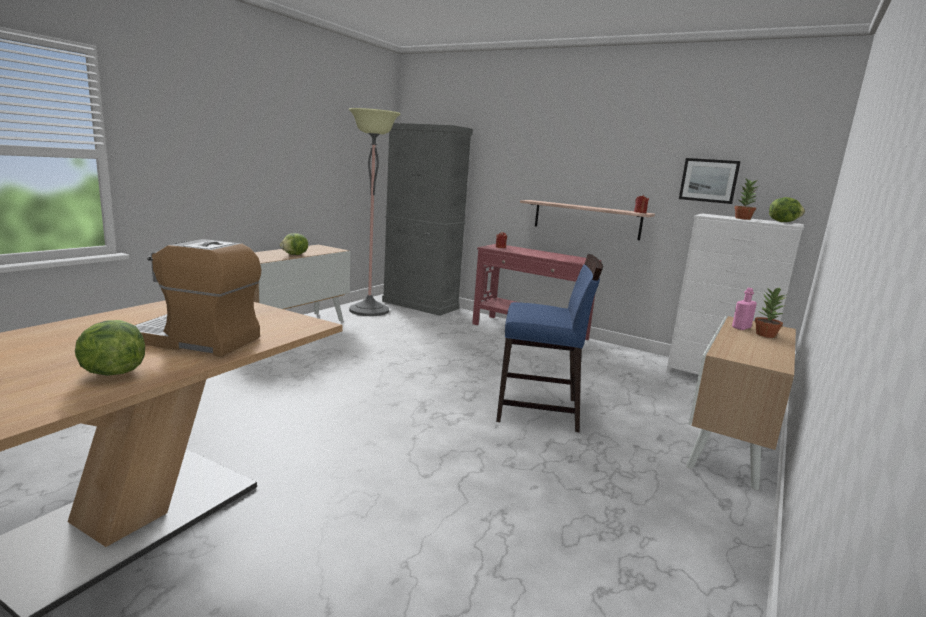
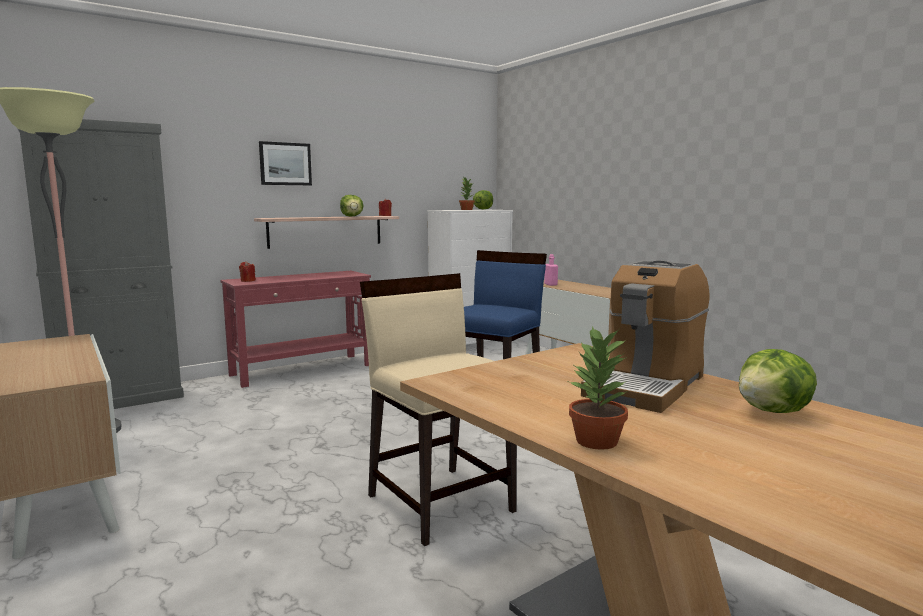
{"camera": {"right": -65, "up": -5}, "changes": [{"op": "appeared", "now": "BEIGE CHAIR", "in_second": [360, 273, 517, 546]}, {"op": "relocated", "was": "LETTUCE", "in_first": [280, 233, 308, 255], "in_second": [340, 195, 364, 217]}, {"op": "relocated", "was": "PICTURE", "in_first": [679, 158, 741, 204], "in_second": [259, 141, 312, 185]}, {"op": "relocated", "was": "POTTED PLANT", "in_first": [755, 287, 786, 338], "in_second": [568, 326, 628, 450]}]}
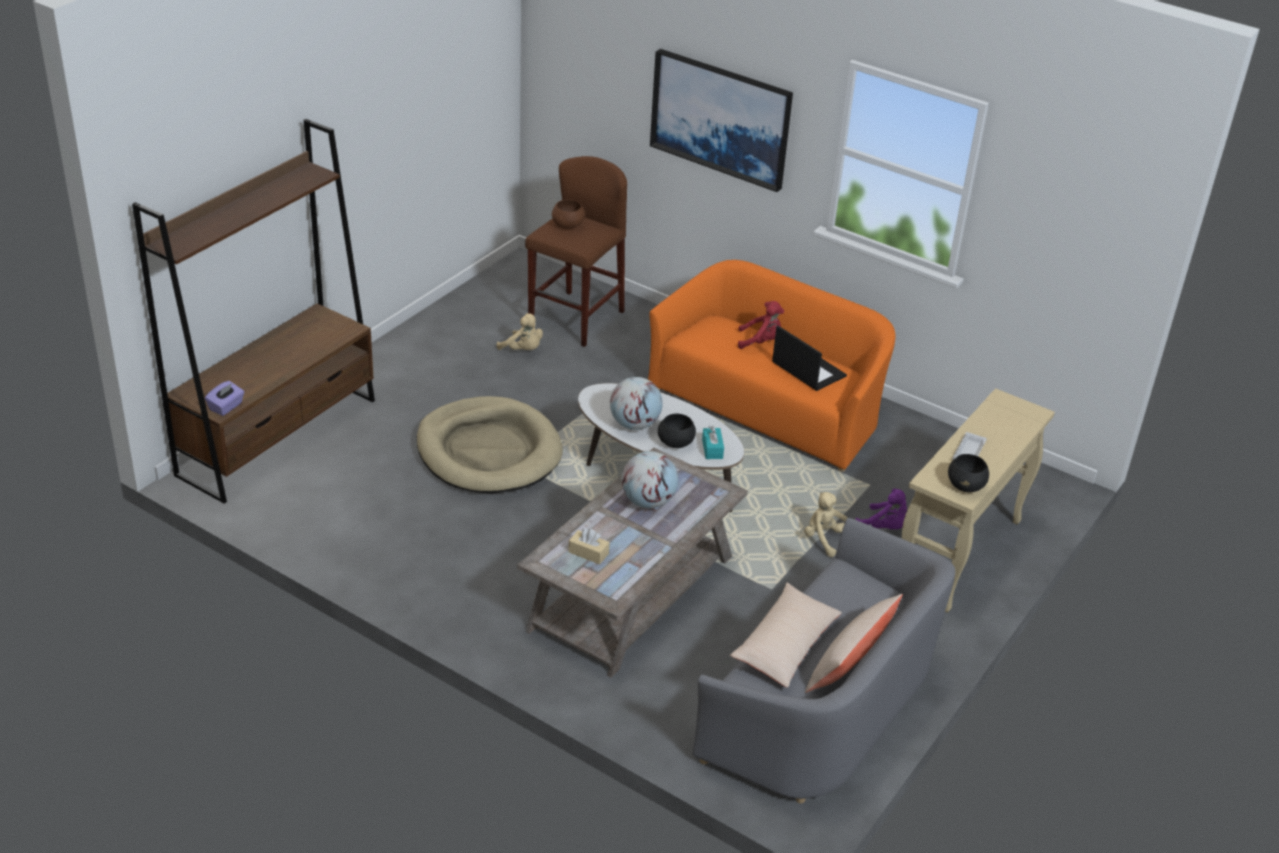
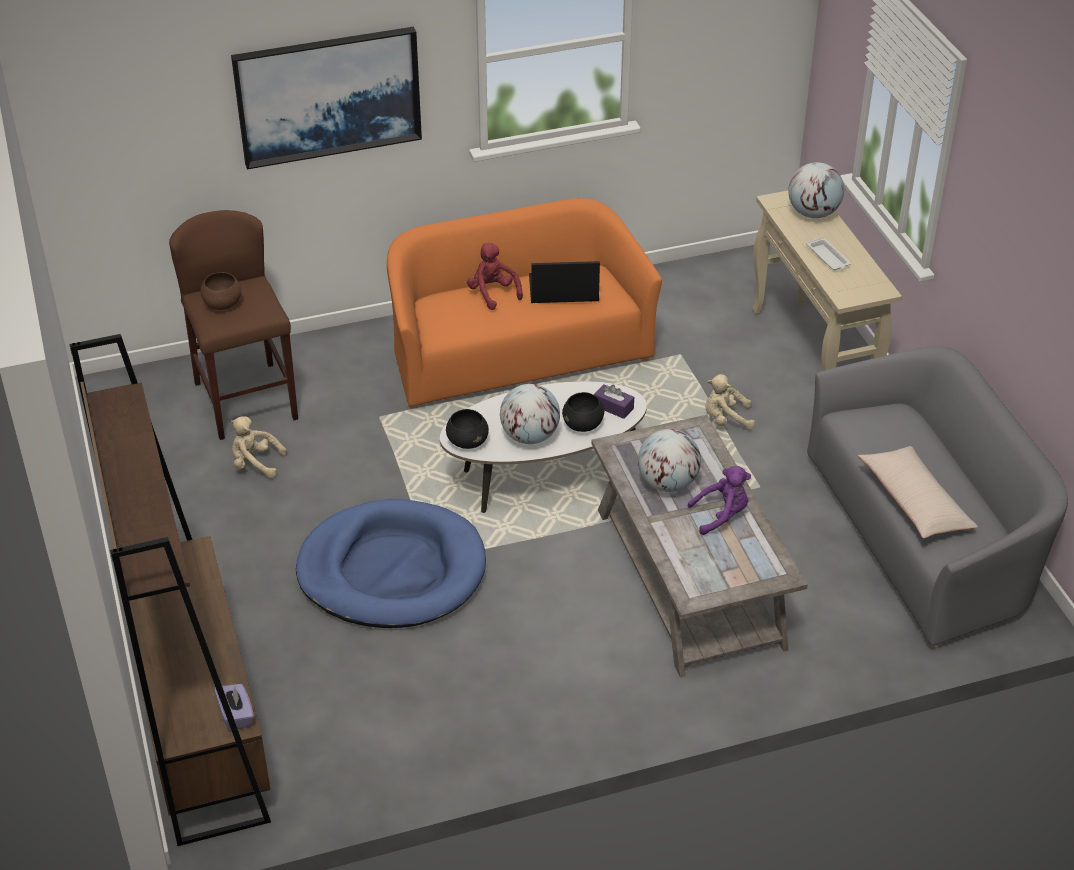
{"camera": {"right": -50, "up": 5}, "changes": [{"op": "missing", "was": "BEIGE TISSUE BOX", "in_first": [568, 528, 610, 564]}, {"op": "missing", "was": "BEIGE PILLOW", "in_first": [805, 594, 903, 693]}, {"op": "appeared", "now": "GLOBE", "in_second": [788, 162, 844, 218]}, {"op": "relocated", "was": "PURPLE PLUSH TOY", "in_first": [855, 488, 907, 529], "in_second": [688, 466, 751, 535]}, {"op": "relocated", "was": "BLACK BOWL", "in_first": [948, 454, 989, 492], "in_second": [446, 409, 489, 449]}, {"op": "colour", "was": "BEIGE DOG BED", "now": "BLUE DOG BED", "in_first": [417, 396, 563, 494], "in_second": [296, 499, 486, 628]}, {"op": "colour", "was": "TURQUOISE TISSUE BOX", "now": "PURPLE TISSUE BOX", "in_first": [702, 426, 724, 459], "in_second": [594, 384, 634, 419]}, {"op": "spun", "was": "BEIGE PLUSH TOY", "in_first": [497, 313, 543, 350], "in_second": [231, 416, 287, 478], "clockwise": -150}, {"op": "spun", "was": "RED PLUSH TOY", "in_first": [738, 301, 784, 349], "in_second": [467, 243, 523, 310], "clockwise": -75}]}
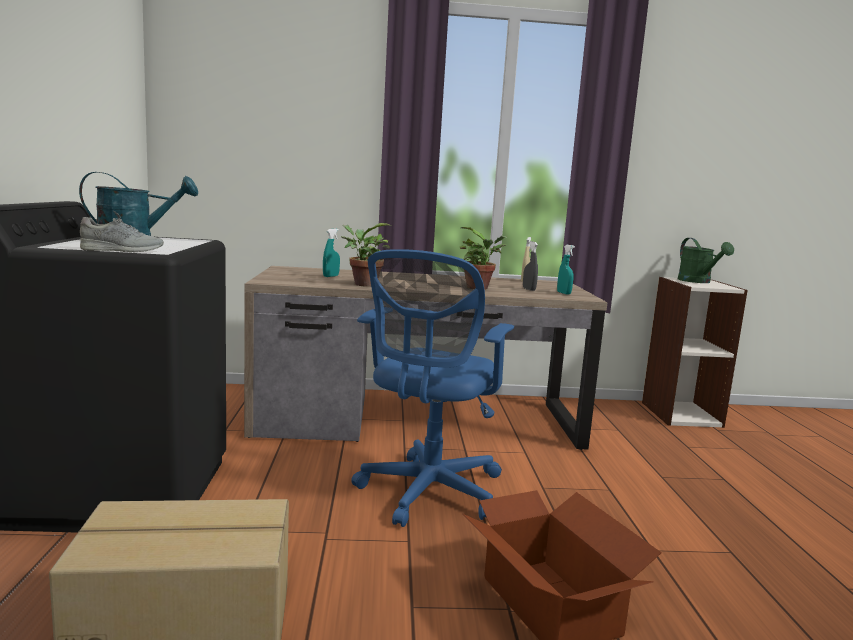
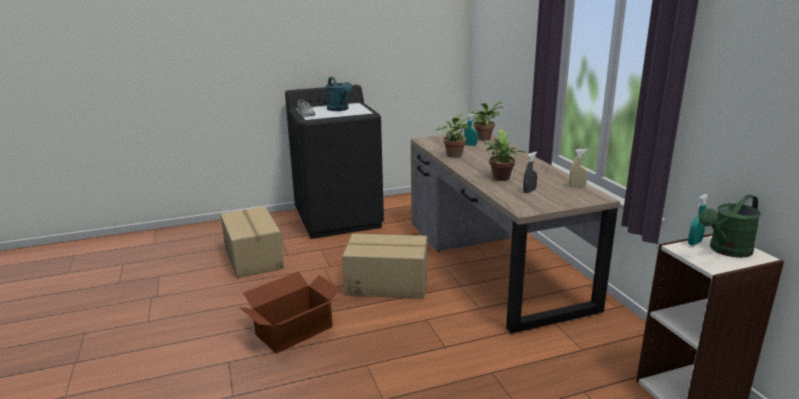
{"camera": {"right": 75, "up": 10}, "changes": [{"op": "appeared", "now": "POTTED PLANT", "in_second": [471, 101, 503, 140]}, {"op": "relocated", "was": "TURQUOISE SPRAY BOTTLE", "in_first": [557, 245, 575, 294], "in_second": [688, 194, 708, 246]}, {"op": "exchanged", "was": "BLUE OFFICE CHAIR", "now": "CARDBOARD BOX", "in_first": [351, 249, 514, 527], "in_second": [342, 234, 427, 299]}]}
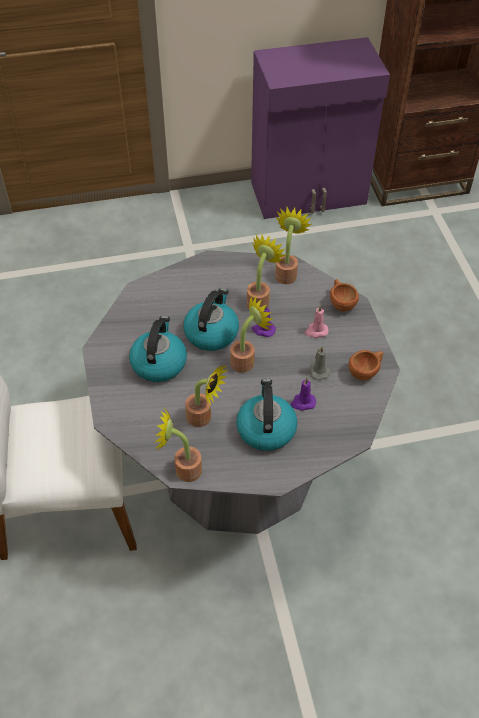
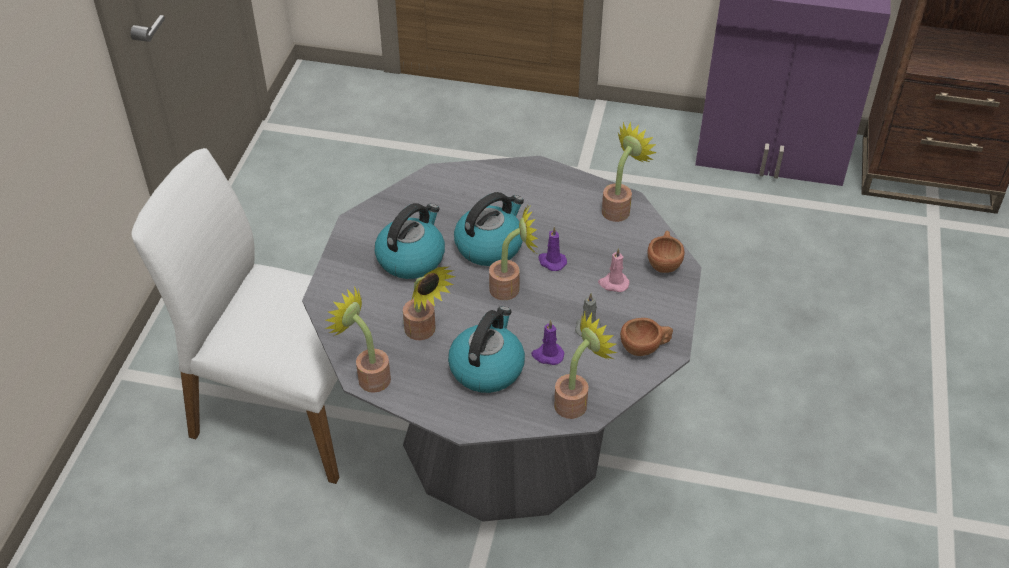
{"camera": {"right": 25, "up": -5}, "changes": [{"op": "relocated", "was": "POTTED PLANT", "in_first": [247, 234, 286, 308], "in_second": [554, 312, 617, 419]}]}
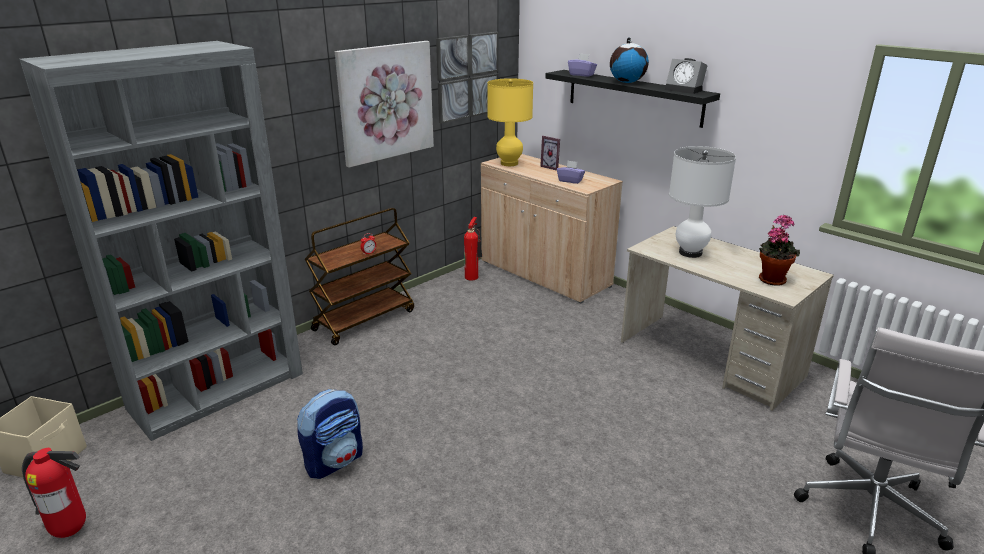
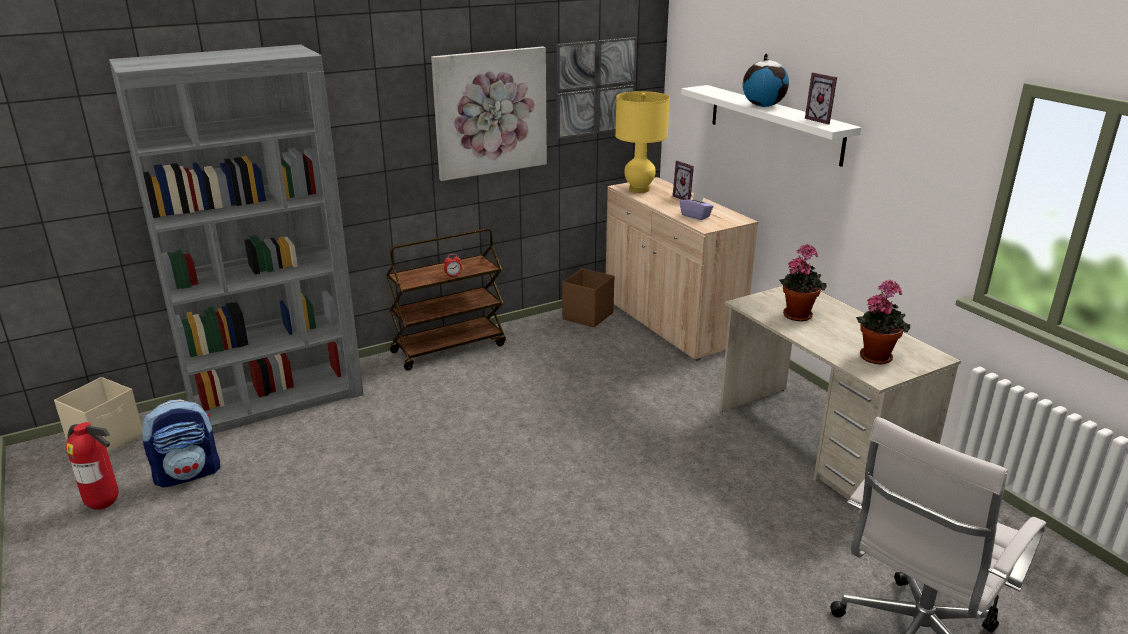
{"camera": {"right": 15, "up": 0}, "changes": [{"op": "missing", "was": "PURPLE TISSUE BOX", "in_first": [568, 53, 597, 77]}, {"op": "relocated", "was": "BACKPACK", "in_first": [297, 389, 363, 479], "in_second": [142, 399, 220, 487]}, {"op": "exchanged", "was": "FIRE EXTINGUISHER", "now": "BROWN STORAGE BOX", "in_first": [464, 217, 482, 280], "in_second": [562, 268, 614, 328]}, {"op": "exchanged", "was": "ALARM CLOCK", "now": "PICTURE FRAME", "in_first": [665, 58, 708, 94], "in_second": [805, 72, 837, 125]}, {"op": "exchanged", "was": "WHITE TABLE LAMP", "now": "POTTED PLANT", "in_first": [669, 146, 736, 258], "in_second": [780, 243, 827, 321]}, {"op": "colour", "was": "BLACK SHELF", "now": "WHITE SHELF", "in_first": [545, 70, 720, 128], "in_second": [681, 85, 861, 167]}]}
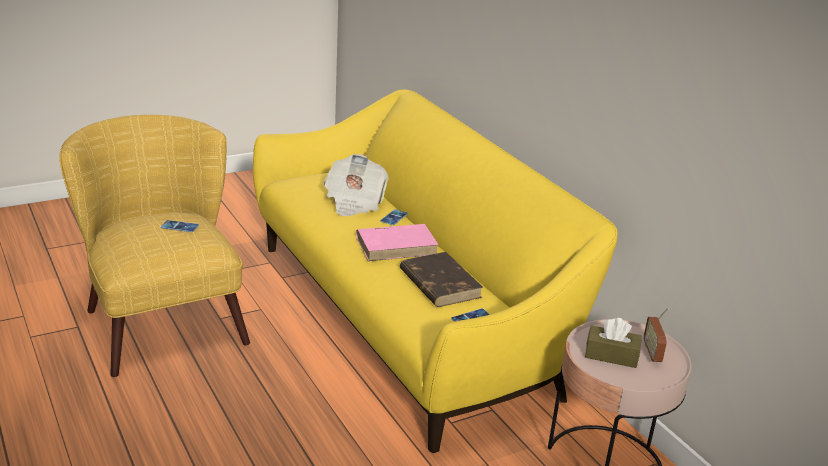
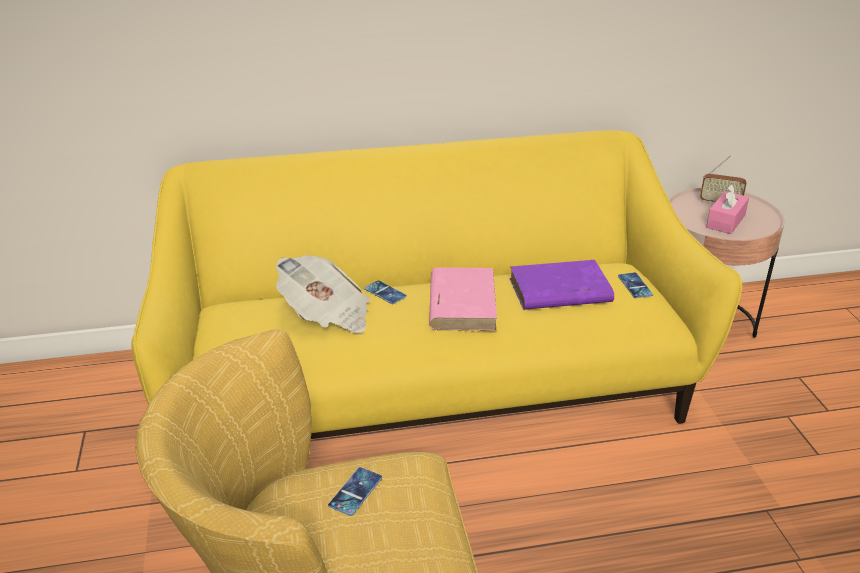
{"camera": {"right": -70, "up": 5}, "changes": [{"op": "colour", "was": "BROWN BOOK", "now": "PURPLE BOOK", "in_first": [400, 252, 483, 307], "in_second": [509, 260, 614, 310]}, {"op": "colour", "was": "BROWN TISSUE BOX", "now": "PINK TISSUE BOX", "in_first": [585, 318, 642, 368], "in_second": [706, 184, 749, 234]}]}
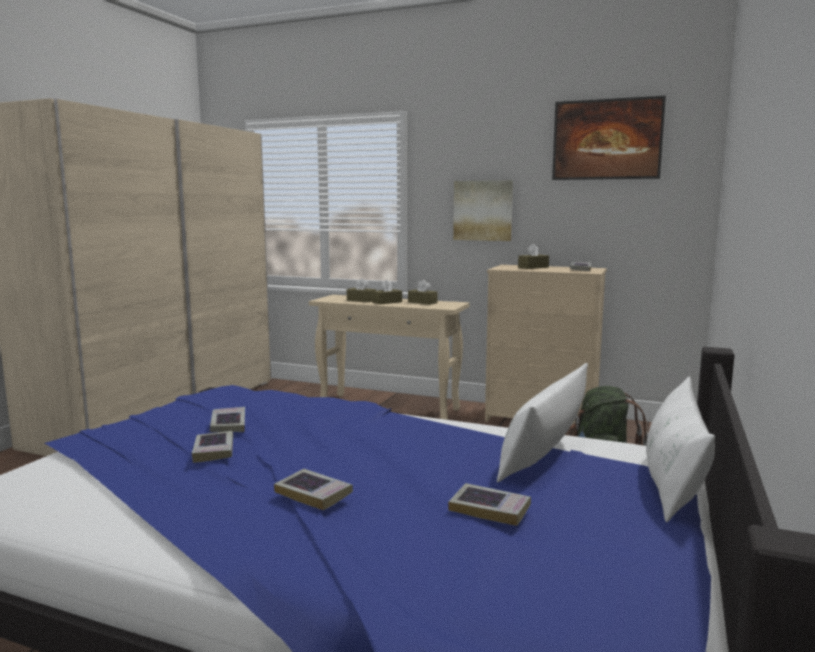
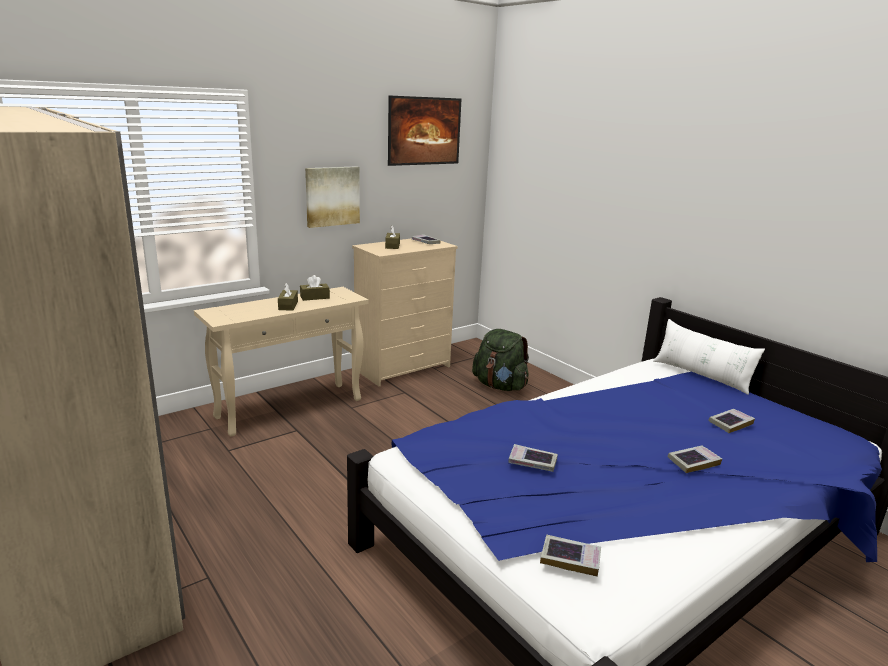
{"camera": {"right": -60, "up": 10}, "changes": [{"op": "missing", "was": "BROWN TISSUE BOX", "in_first": [347, 278, 376, 302]}, {"op": "missing", "was": "WHITE PILLOW", "in_first": [497, 363, 588, 483]}, {"op": "relocated", "was": "BOOK", "in_first": [192, 431, 233, 463], "in_second": [540, 535, 601, 577]}]}
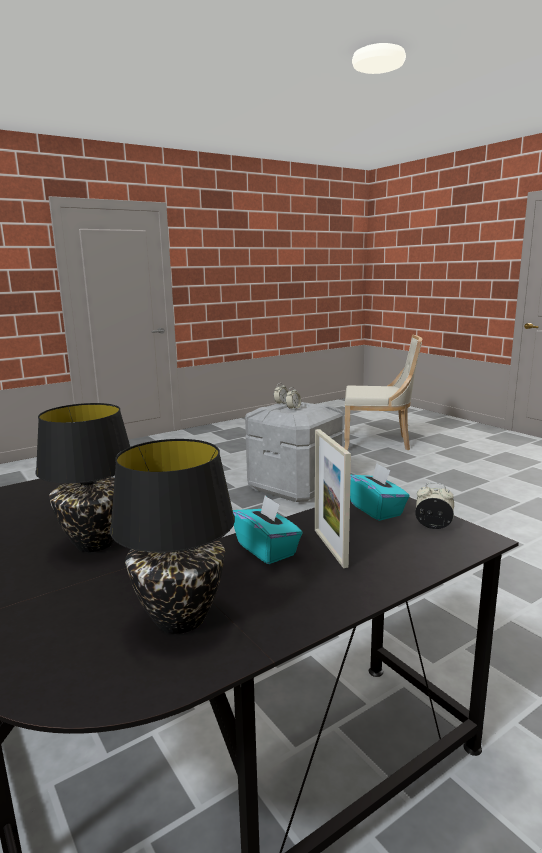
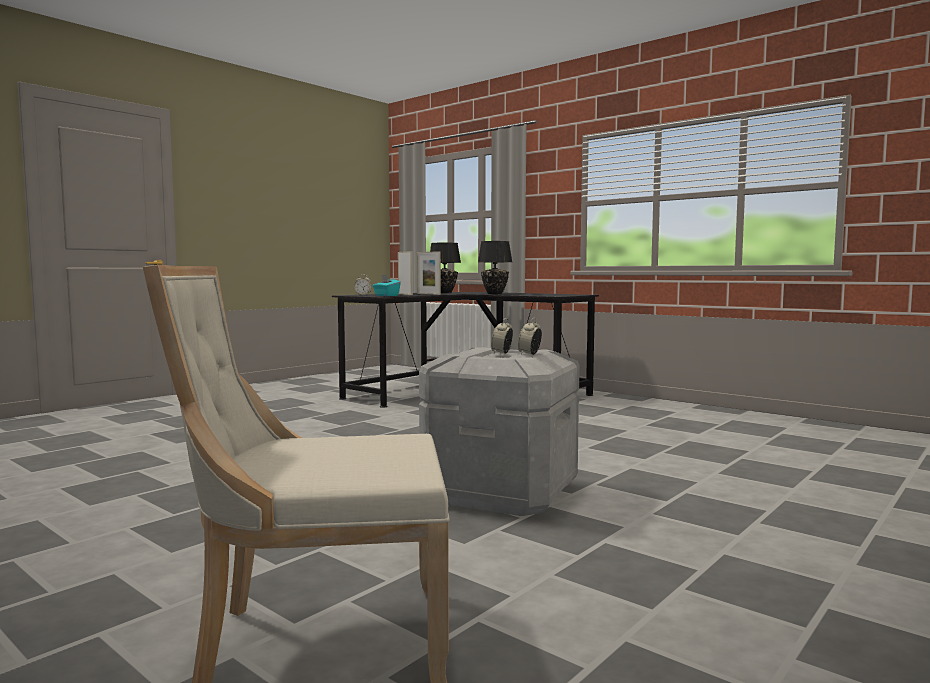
{"camera": {"right": 165, "up": -10}, "changes": [{"op": "exchanged", "was": "TURQUOISE TISSUE BOX", "now": "PICTURE FRAME", "in_first": [233, 495, 302, 564], "in_second": [417, 251, 441, 295]}]}
